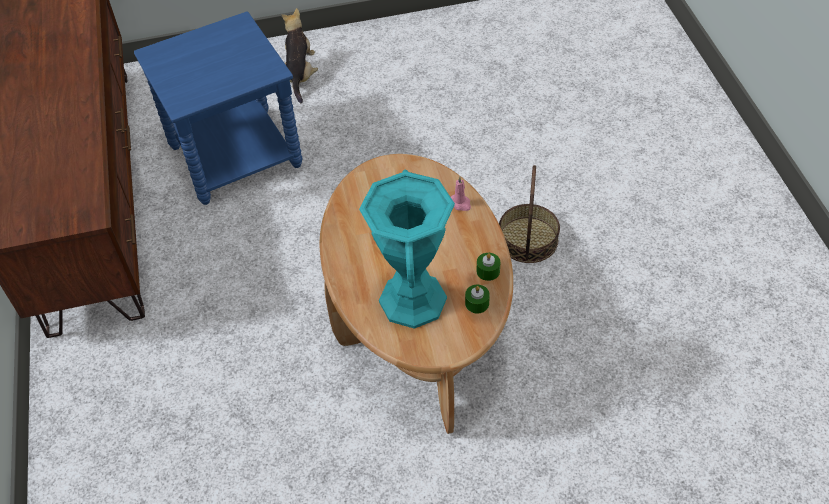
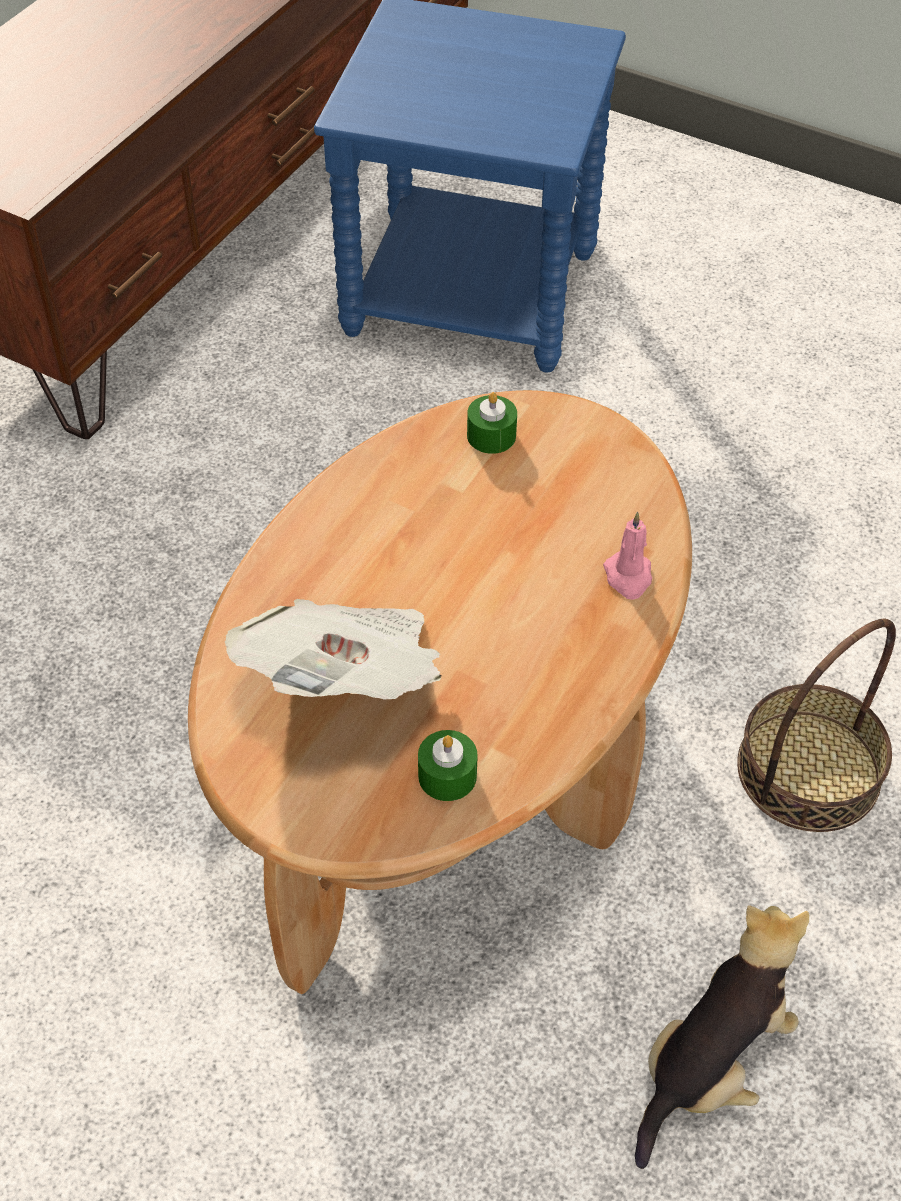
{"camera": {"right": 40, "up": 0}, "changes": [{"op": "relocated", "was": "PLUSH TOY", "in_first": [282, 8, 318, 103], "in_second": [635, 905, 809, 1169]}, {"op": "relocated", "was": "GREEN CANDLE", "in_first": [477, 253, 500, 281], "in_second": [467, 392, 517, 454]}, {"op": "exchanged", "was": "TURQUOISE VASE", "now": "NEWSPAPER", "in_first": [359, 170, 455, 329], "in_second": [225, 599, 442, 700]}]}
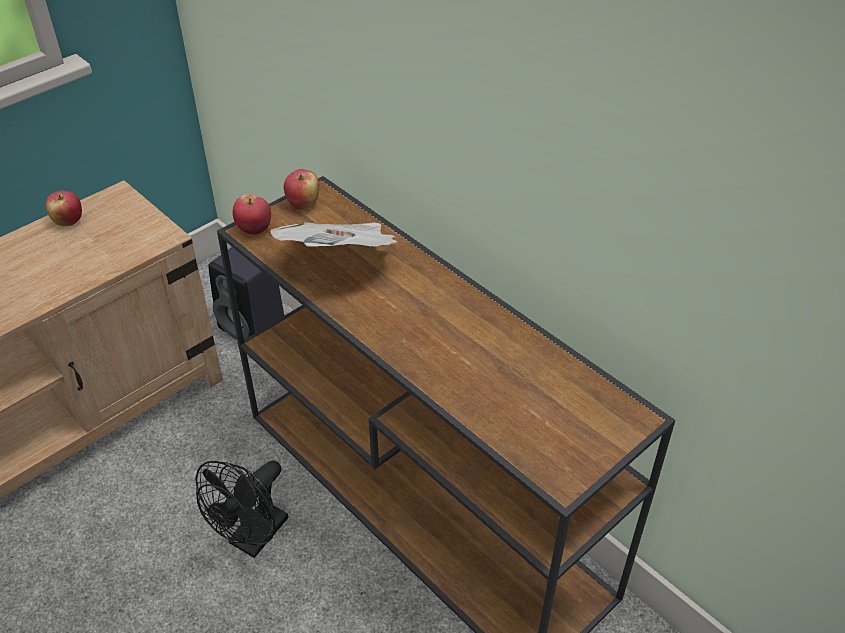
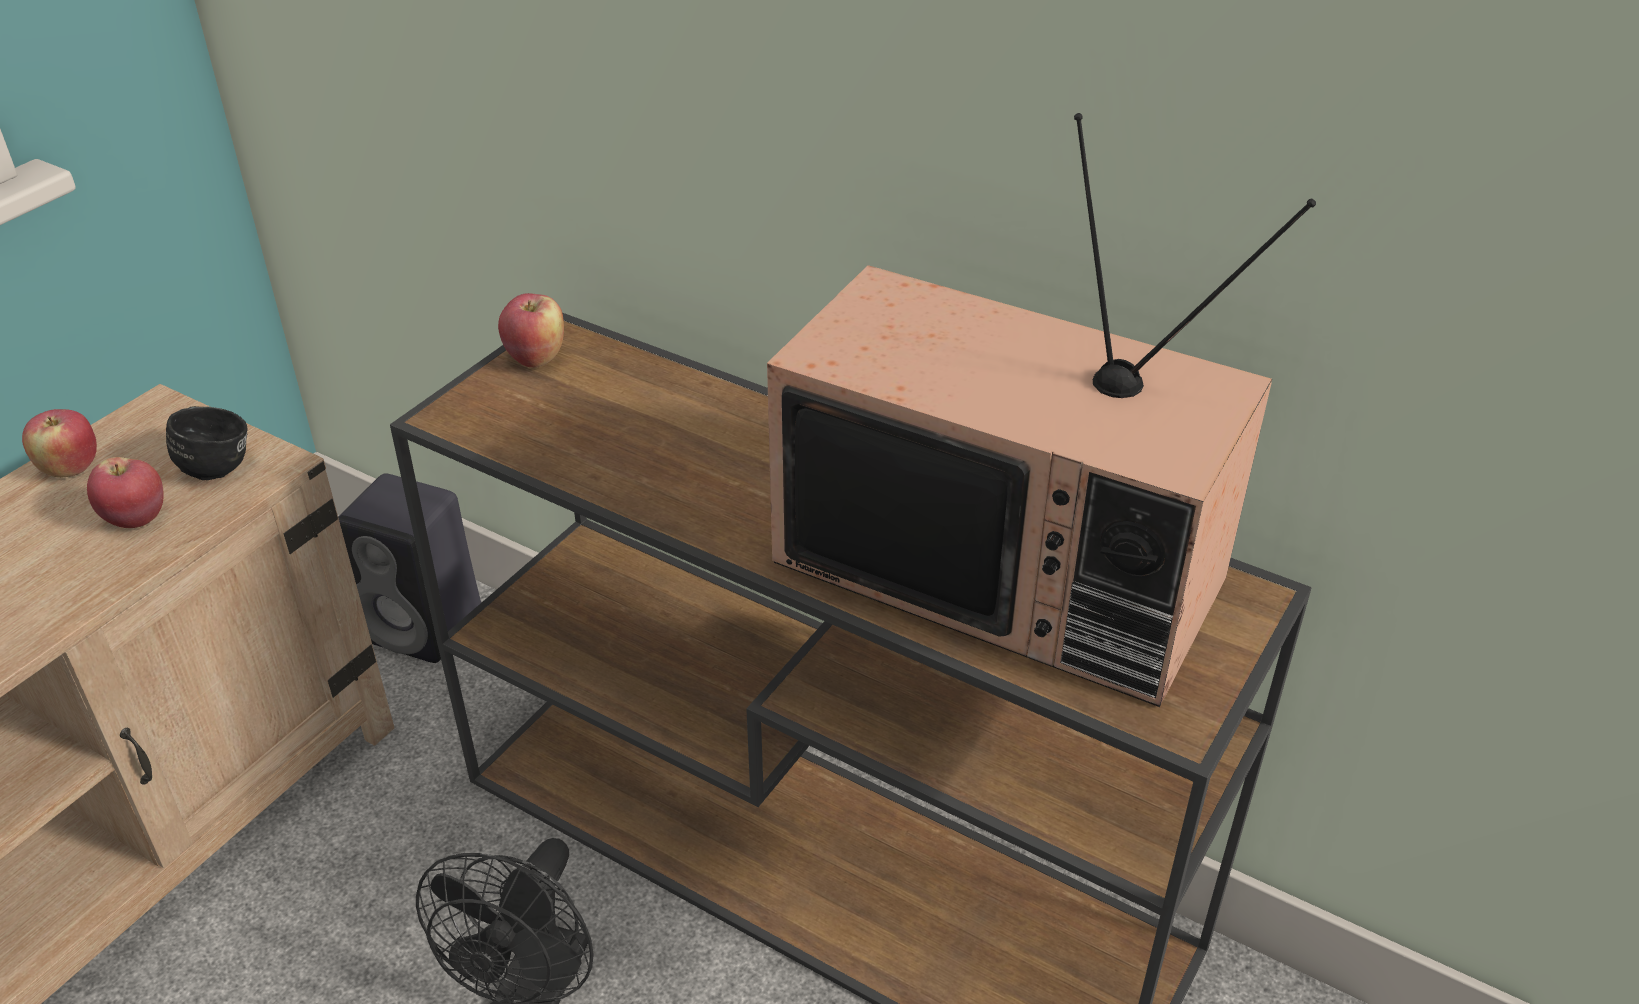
{"camera": {"right": -15, "up": -5}, "changes": [{"op": "missing", "was": "NEWSPAPER", "in_first": [271, 222, 398, 247]}, {"op": "appeared", "now": "BLACK MUG", "in_second": [166, 406, 247, 480]}, {"op": "appeared", "now": "TELEVISION", "in_second": [767, 113, 1316, 707]}, {"op": "relocated", "was": "APPLE", "in_first": [233, 194, 271, 235], "in_second": [87, 457, 164, 528]}]}
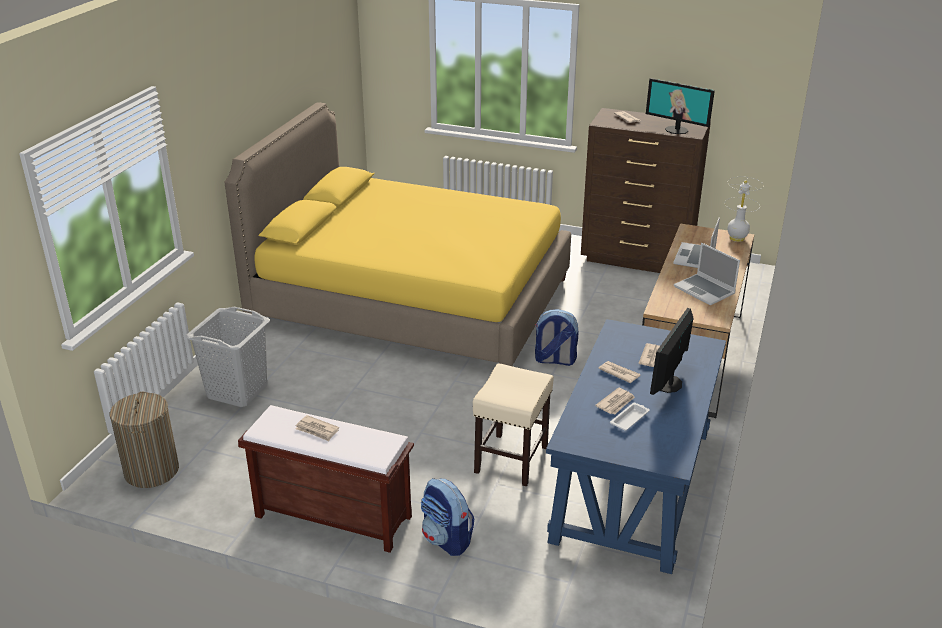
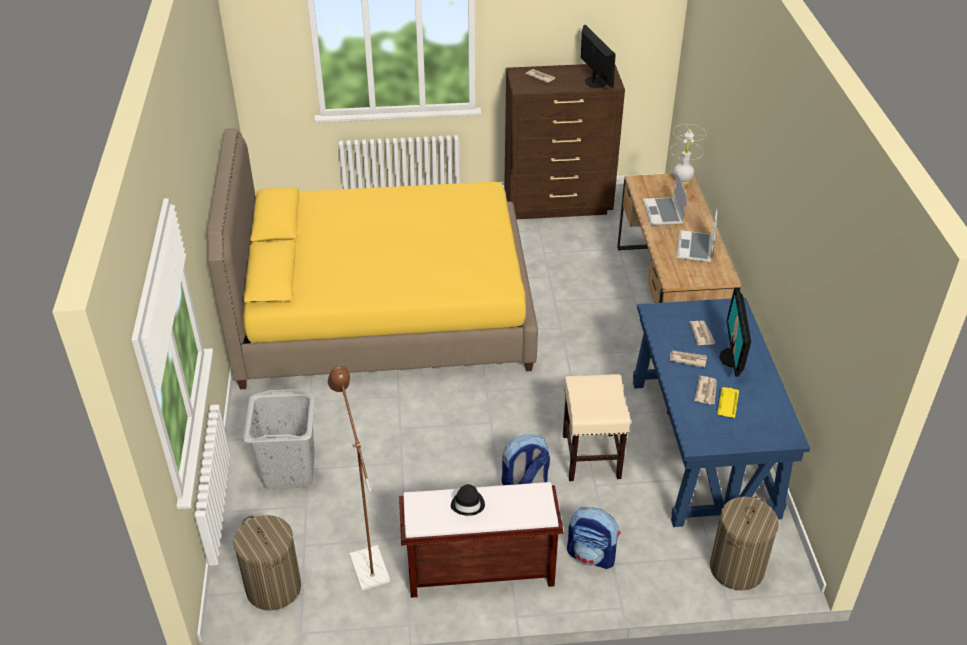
{"camera": {"right": -25, "up": 10}, "changes": [{"op": "appeared", "now": "BROWN FLOOR LAMP", "in_second": [328, 366, 390, 591]}, {"op": "appeared", "now": "LAUNDRY BASKET", "in_second": [710, 496, 779, 591]}, {"op": "relocated", "was": "BACKPACK", "in_first": [535, 309, 579, 366], "in_second": [502, 434, 550, 485]}, {"op": "exchanged", "was": "NEWSPAPER", "now": "BLACK HAT", "in_first": [295, 415, 339, 441], "in_second": [451, 484, 485, 516]}, {"op": "colour", "was": "WHITE TRAY", "now": "YELLOW TRAY", "in_first": [610, 403, 650, 431], "in_second": [717, 387, 739, 418]}, {"op": "spun", "was": "MONITOR", "in_first": [646, 78, 715, 134], "in_second": [581, 25, 616, 88], "clockwise": -120}, {"op": "spun", "was": "LAPTOP", "in_first": [674, 243, 740, 305], "in_second": [676, 208, 718, 262], "clockwise": 75}]}
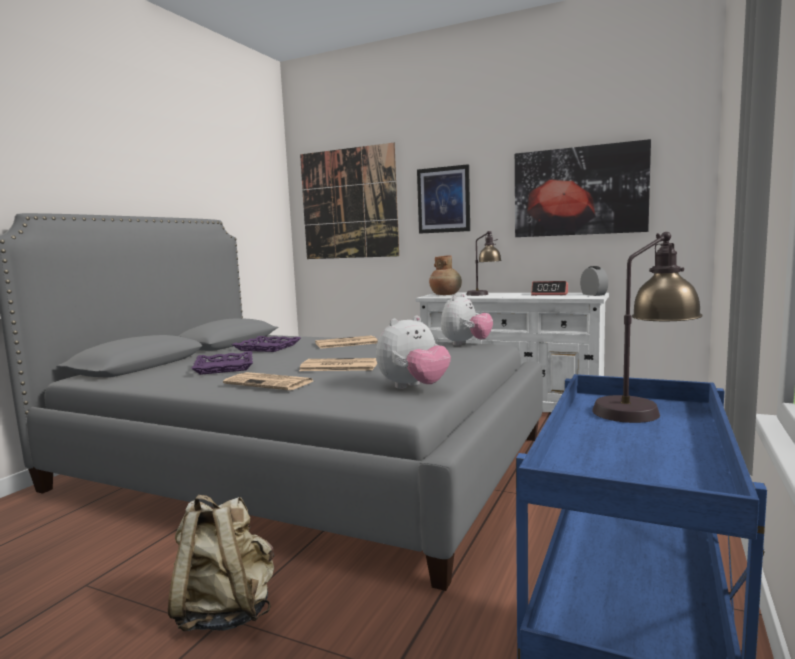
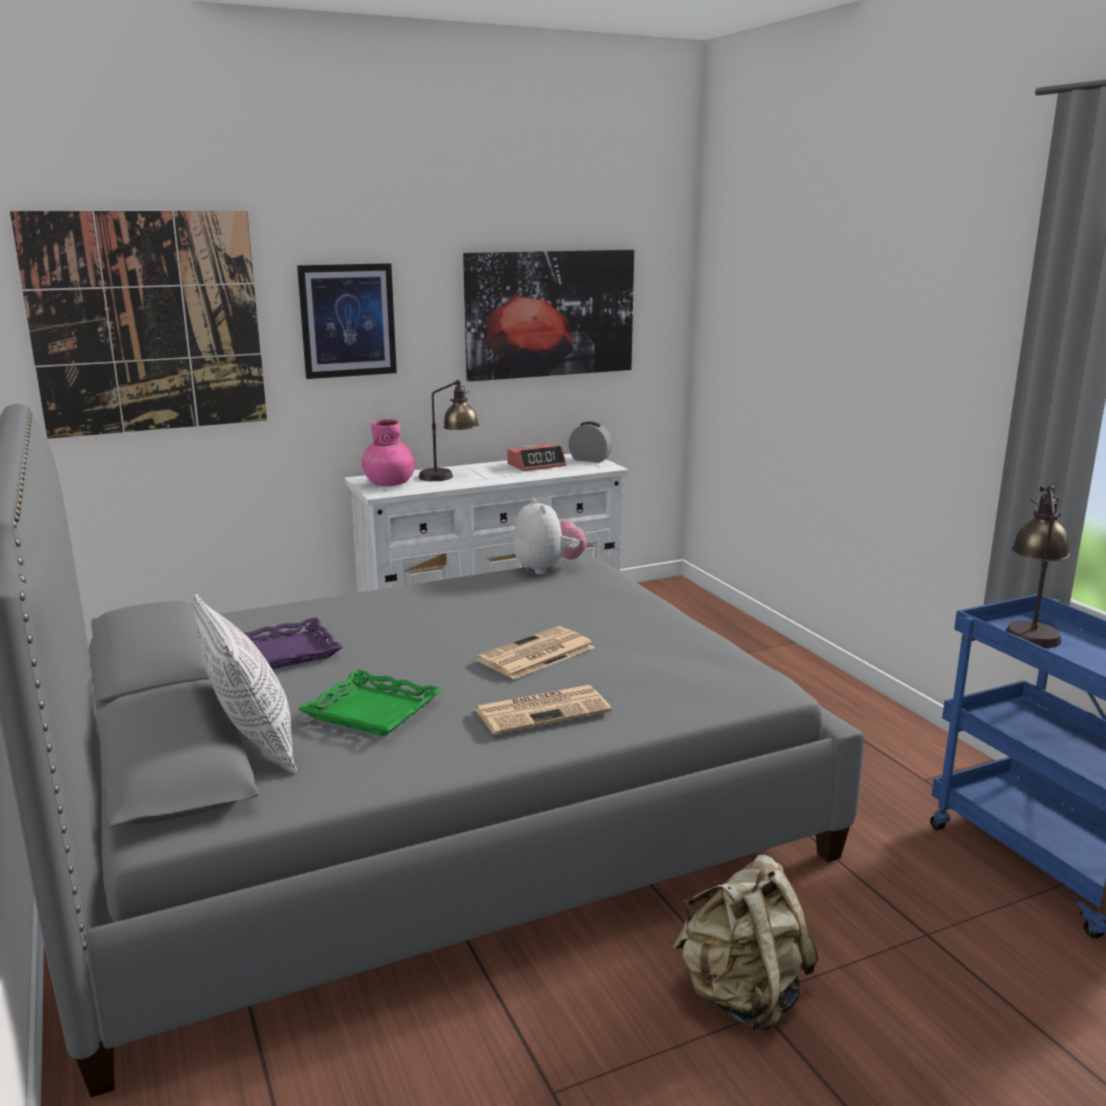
{"camera": {"right": -50, "up": 10}, "changes": [{"op": "missing", "was": "NEWSPAPER", "in_first": [315, 335, 378, 349]}, {"op": "missing", "was": "PLUSH TOY", "in_first": [376, 315, 451, 389]}, {"op": "appeared", "now": "PILLOW", "in_second": [193, 594, 297, 774]}, {"op": "colour", "was": "PURPLE TRAY", "now": "GREEN TRAY", "in_first": [191, 351, 253, 375], "in_second": [298, 669, 442, 736]}, {"op": "colour", "was": "BROWN VASE", "now": "PINK VASE", "in_first": [429, 255, 462, 295], "in_second": [362, 419, 416, 486]}]}
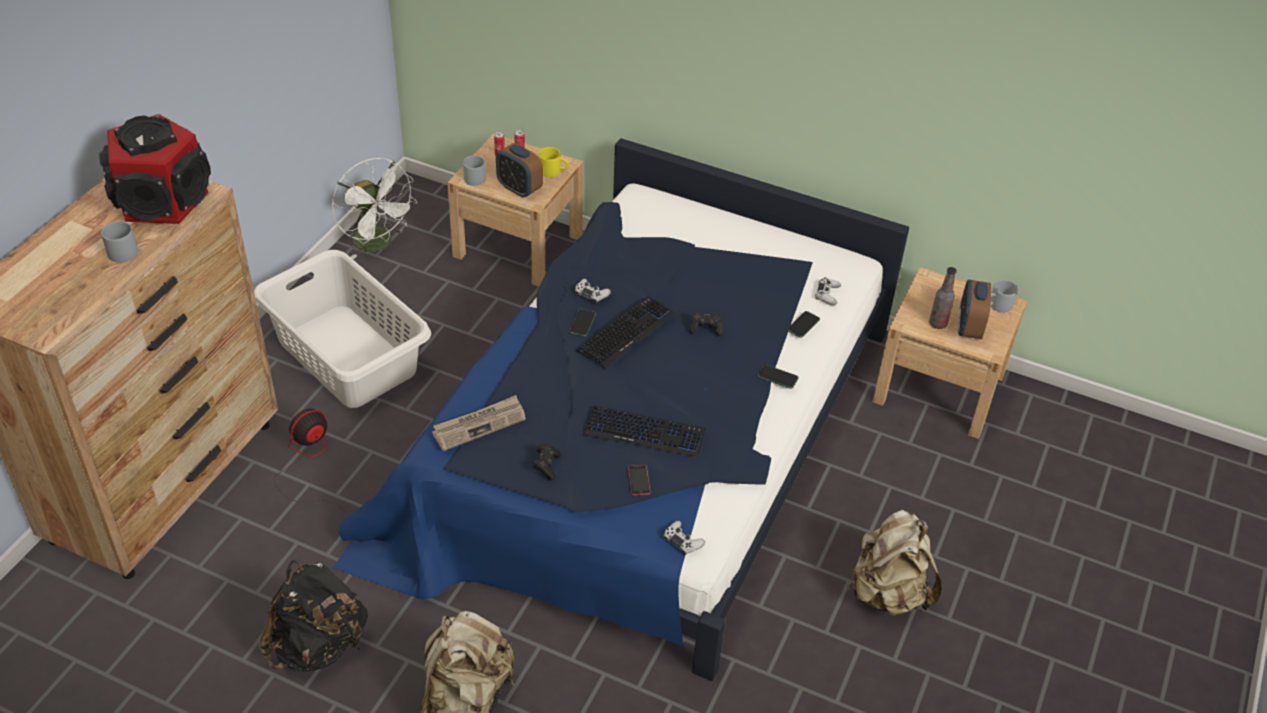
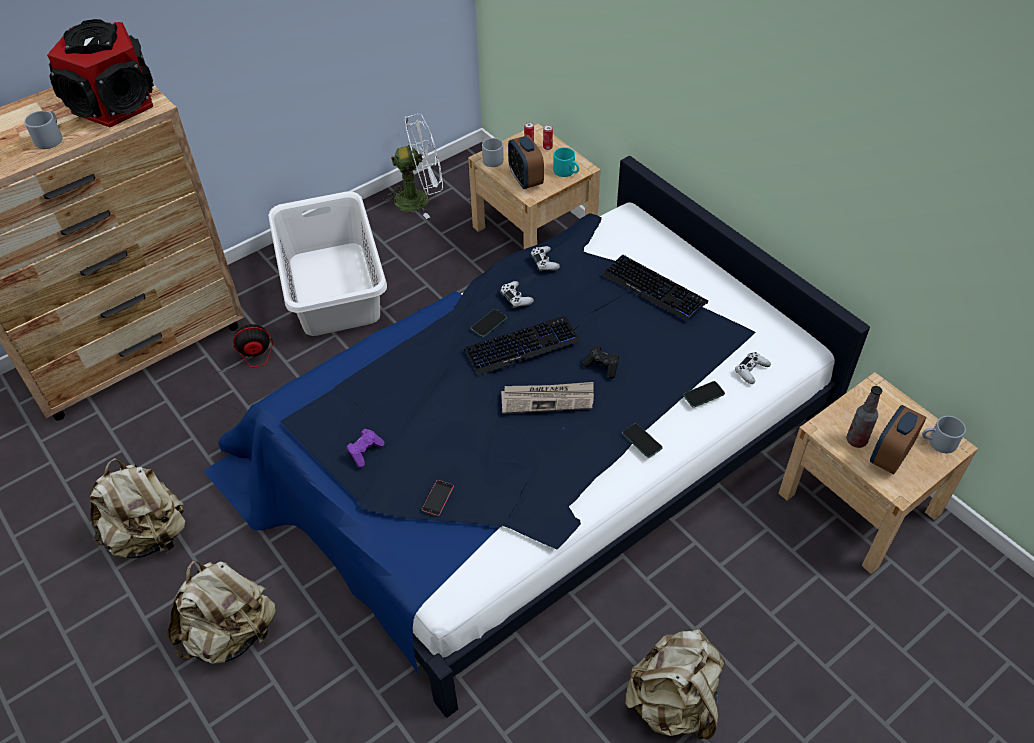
{"camera": {"right": 30, "up": 5}, "changes": [{"op": "relocated", "was": "NEWSPAPER", "in_first": [432, 395, 526, 451], "in_second": [501, 382, 594, 414]}, {"op": "relocated", "was": "KEYBOARD", "in_first": [584, 405, 706, 457], "in_second": [602, 254, 708, 322]}, {"op": "relocated", "was": "WHITE GAME CONTROLLER", "in_first": [664, 521, 705, 555], "in_second": [531, 246, 560, 271]}, {"op": "colour", "was": "BLACK BACKPACK", "now": "BEIGE BACKPACK", "in_first": [259, 560, 368, 671], "in_second": [90, 458, 185, 558]}, {"op": "colour", "was": "BLACK GAME CONTROLLER", "now": "PURPLE GAME CONTROLLER", "in_first": [532, 443, 561, 480], "in_second": [346, 429, 385, 468]}, {"op": "colour", "was": "YELLOW MUG", "now": "TURQUOISE MUG", "in_first": [539, 147, 568, 177], "in_second": [553, 147, 579, 177]}, {"op": "spun", "was": "WHITE FAN", "in_first": [332, 158, 417, 259], "in_second": [383, 114, 443, 219], "clockwise": -90}]}
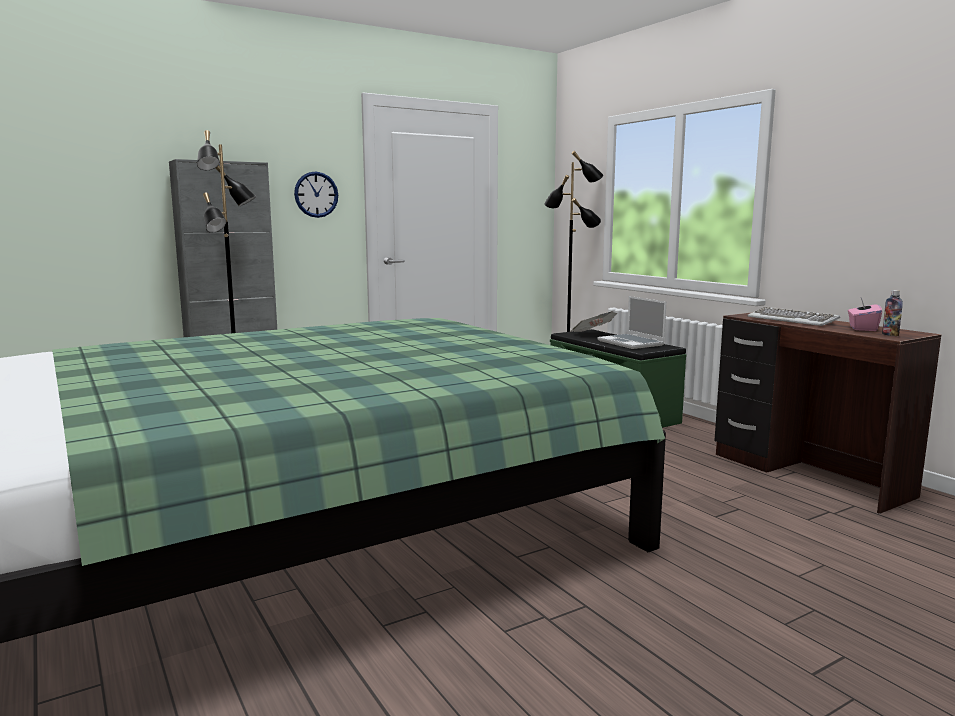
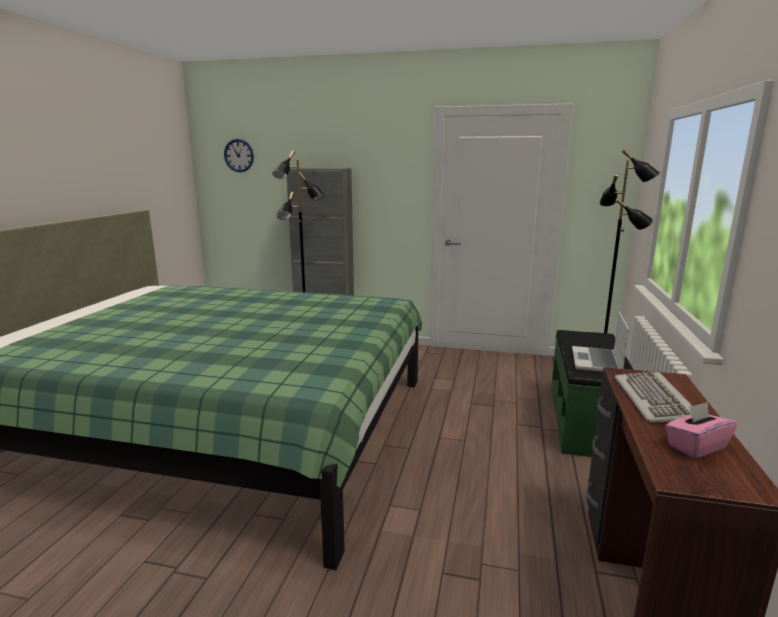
{"camera": {"right": 45, "up": 5}, "changes": [{"op": "missing", "was": "NEWSPAPER", "in_first": [571, 311, 617, 332]}, {"op": "missing", "was": "BOTTLE", "in_first": [882, 290, 903, 336]}, {"op": "relocated", "was": "WALL CLOCK", "in_first": [294, 171, 338, 218], "in_second": [224, 139, 254, 172]}]}
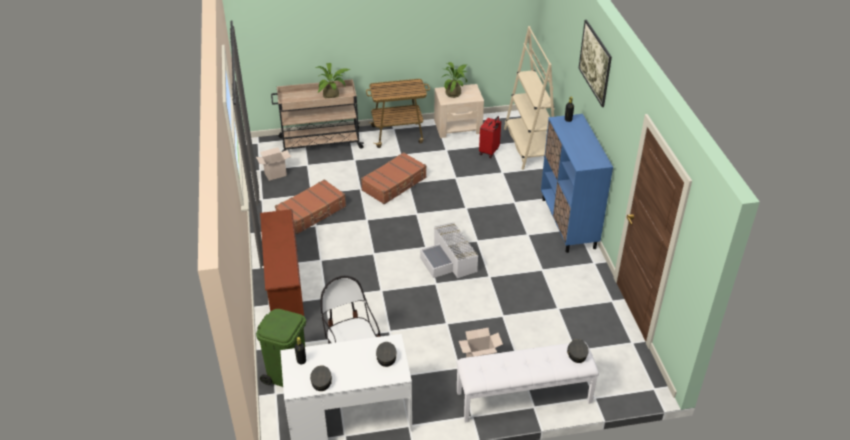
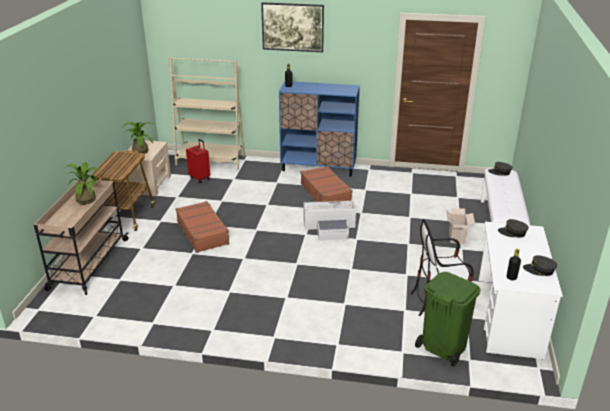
{"camera": {"right": -70, "up": -10}, "changes": [{"op": "missing", "was": "CARDBOARD BOX", "in_first": [256, 147, 291, 181]}, {"op": "missing", "was": "BROWN SHOE RACK", "in_first": [260, 209, 304, 316]}, {"op": "relocated", "was": "BROWN SUITCASE", "in_first": [275, 179, 346, 234], "in_second": [301, 166, 353, 202]}]}
